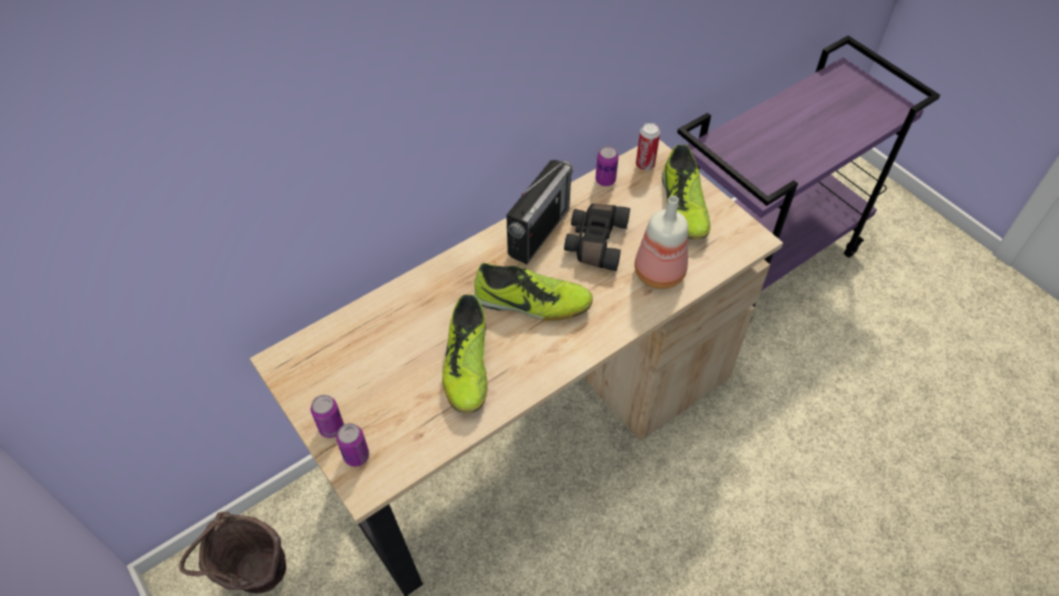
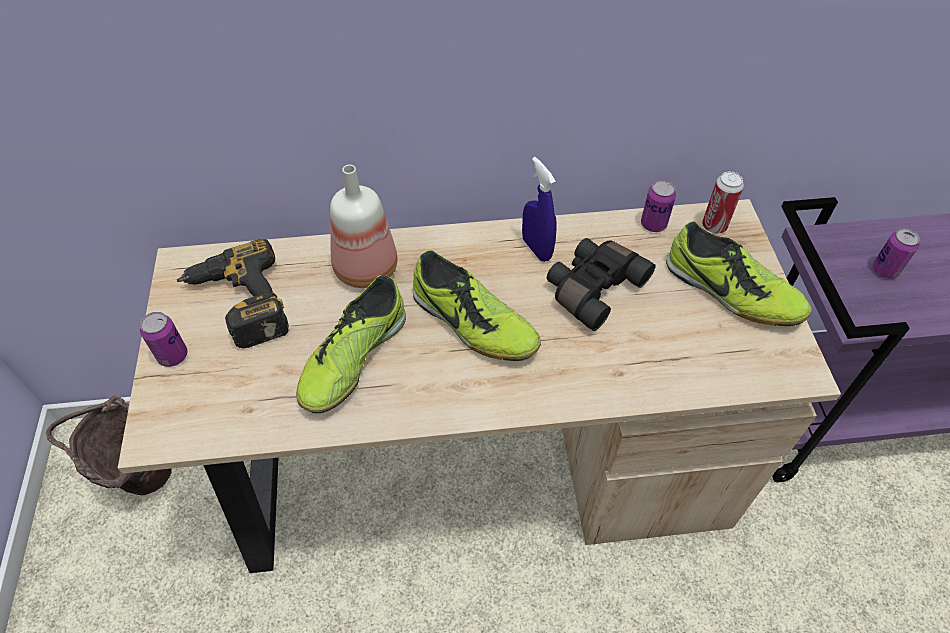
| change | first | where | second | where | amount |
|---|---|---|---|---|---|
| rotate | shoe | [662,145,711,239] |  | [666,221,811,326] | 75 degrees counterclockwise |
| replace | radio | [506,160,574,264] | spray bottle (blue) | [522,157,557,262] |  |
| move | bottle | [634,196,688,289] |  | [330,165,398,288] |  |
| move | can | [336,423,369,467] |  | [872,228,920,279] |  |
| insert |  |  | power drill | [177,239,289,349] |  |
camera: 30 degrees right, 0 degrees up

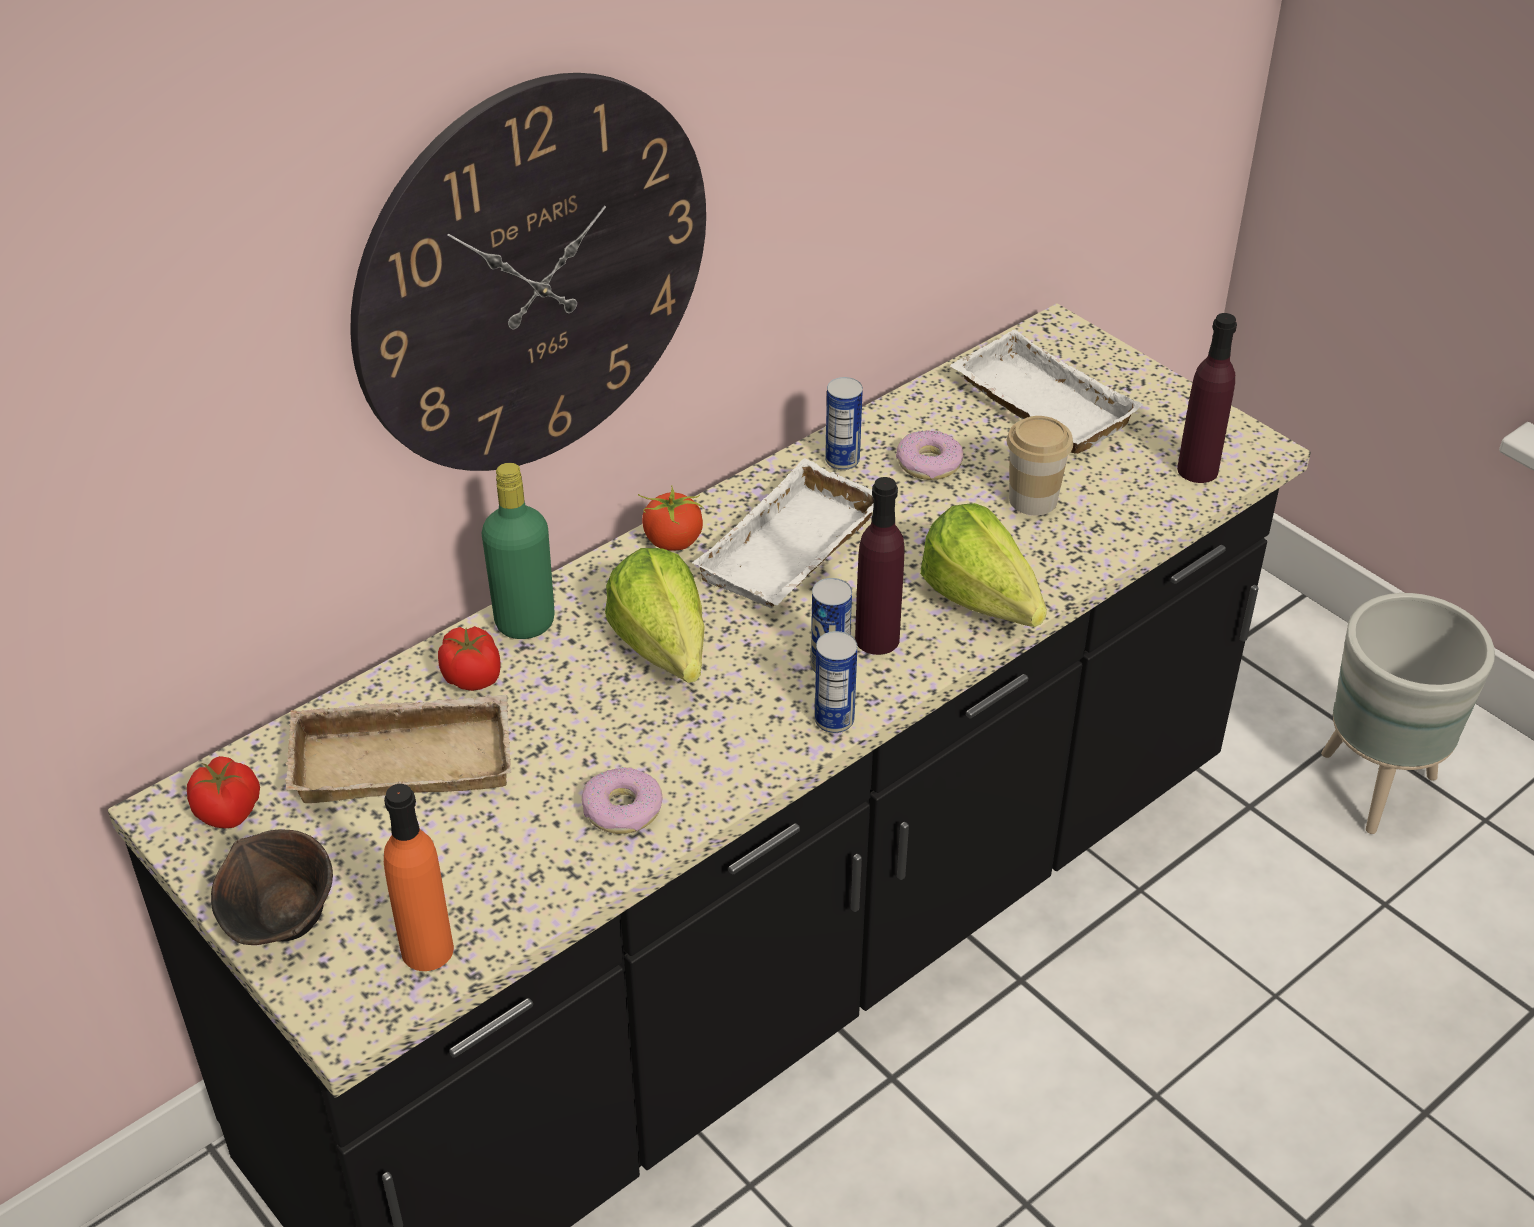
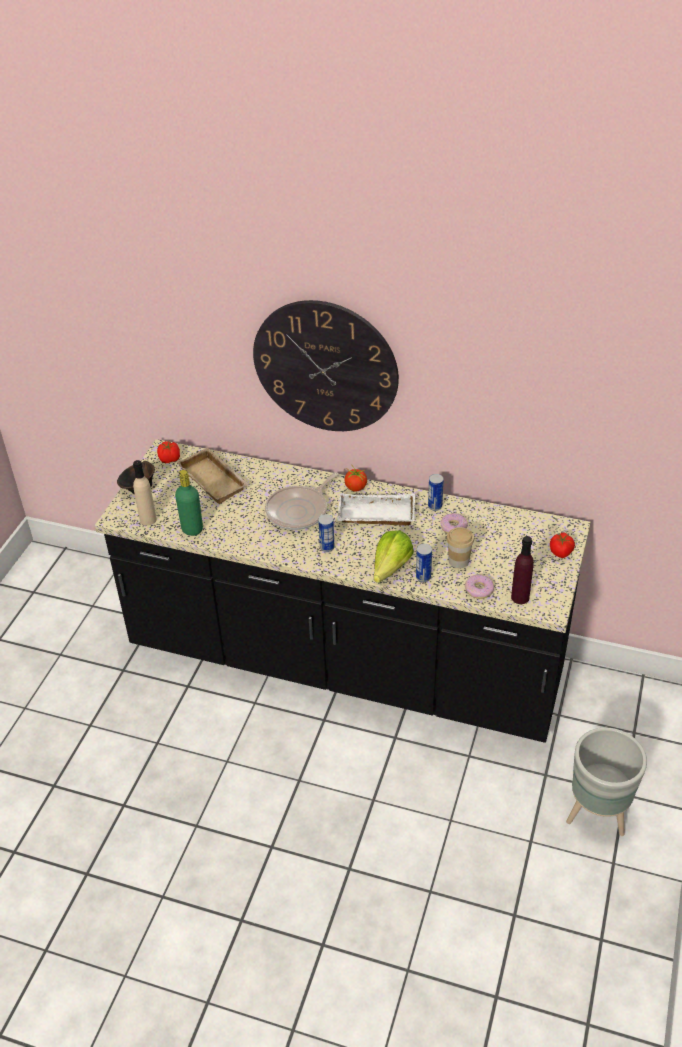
| change | first | where | second | where | amount |
|---|---|---|---|---|---|
| delete | tray (white) | [950,330,1143,454] |  |  |  |
| move | bottle (green) | [481,463,555,639] |  | [175,470,203,536] |  |
| delete | bottle (purple) | [855,477,905,655] |  |  |  |
| replace | lettuce | [605,548,705,683] | frying pan | [265,472,338,530] |  |
| move | tomato | [438,626,500,691] |  | [550,532,575,558] |  |
| move | can | [814,631,857,733] |  | [416,544,432,582] |  |
| move | donut | [582,767,663,834] |  | [465,574,494,599] |  |
| recolor | bottle (orange) | [384,784,454,971] | bottle (beige) | [133,460,157,526] |  |
camera: 60 degrees right, 0 degrees up

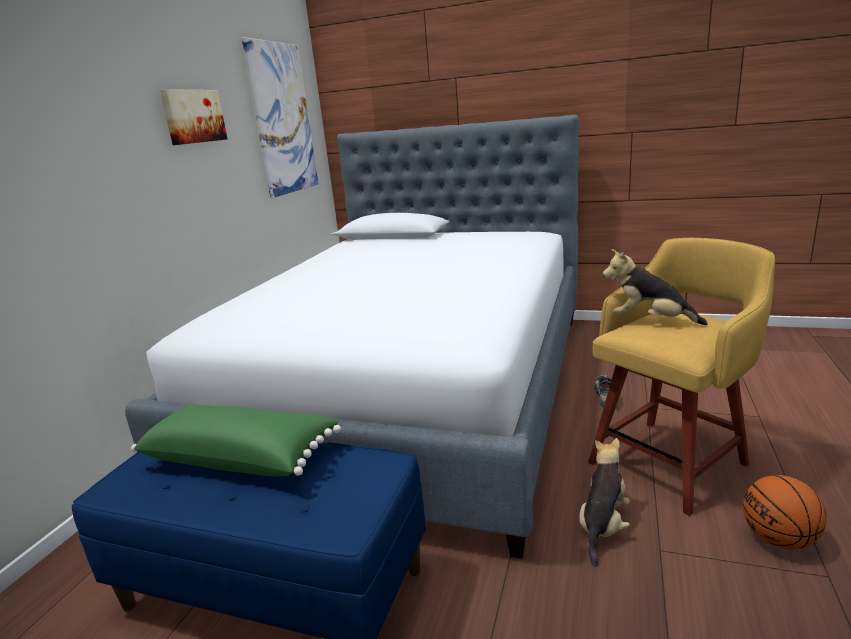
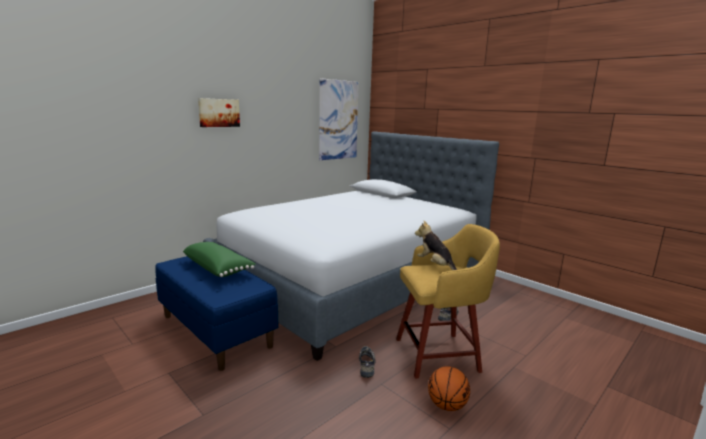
| change | first | where | second | where | amount |
|---|---|---|---|---|---|
| move | picture | [160,89,227,145] |  | [198,98,240,127] |  |
| replace | plush toy | [579,438,630,567] | shoe | [359,346,376,378] |  |
camera: 25 degrees right, 5 degrees down

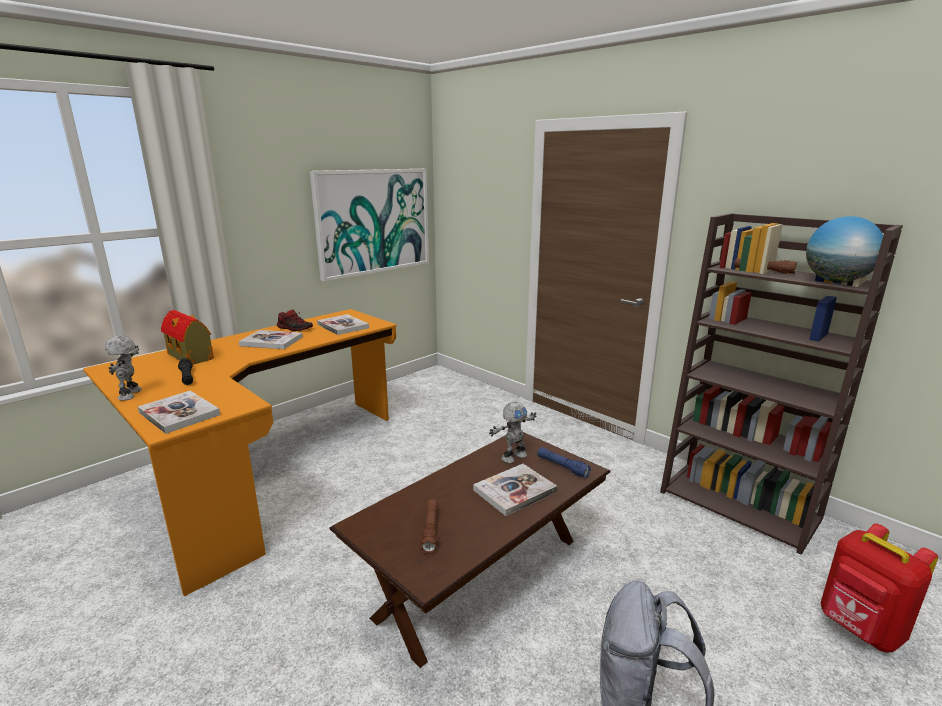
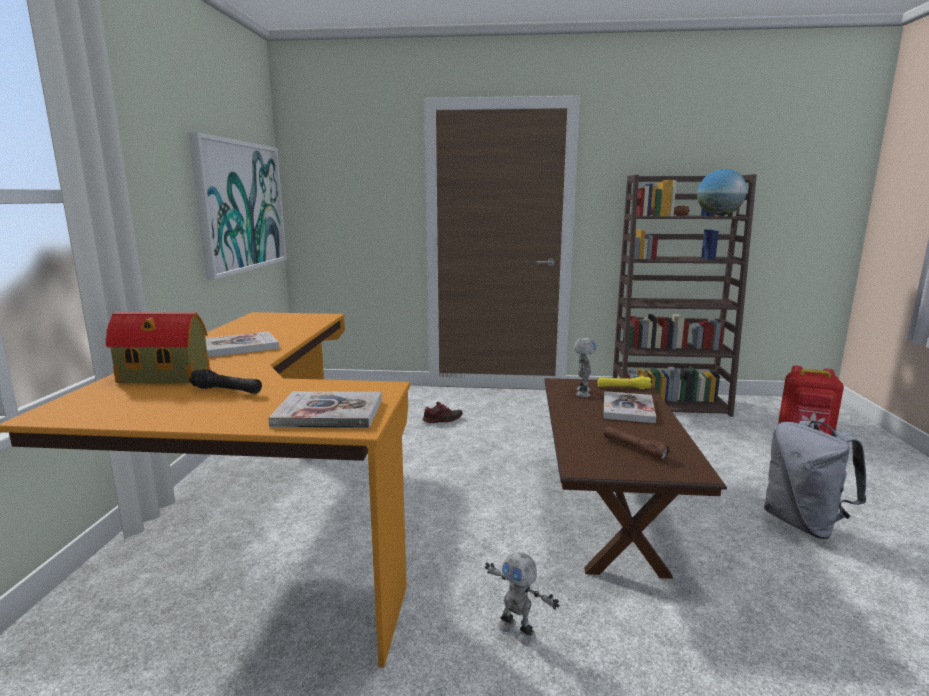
| change | first | where | second | where | amount |
|---|---|---|---|---|---|
| move | shoe | [277,309,313,331] |  | [422,402,462,423] |  |
| delete | book | [317,314,369,335] |  |  |  |
| move | toy robot | [105,335,142,401] |  | [485,552,560,644] |  |
| recolor | flashlight (blue) | [537,447,591,478] | flashlight (yellow) | [598,376,652,389] |  |
camera: 40 degrees left, 5 degrees down

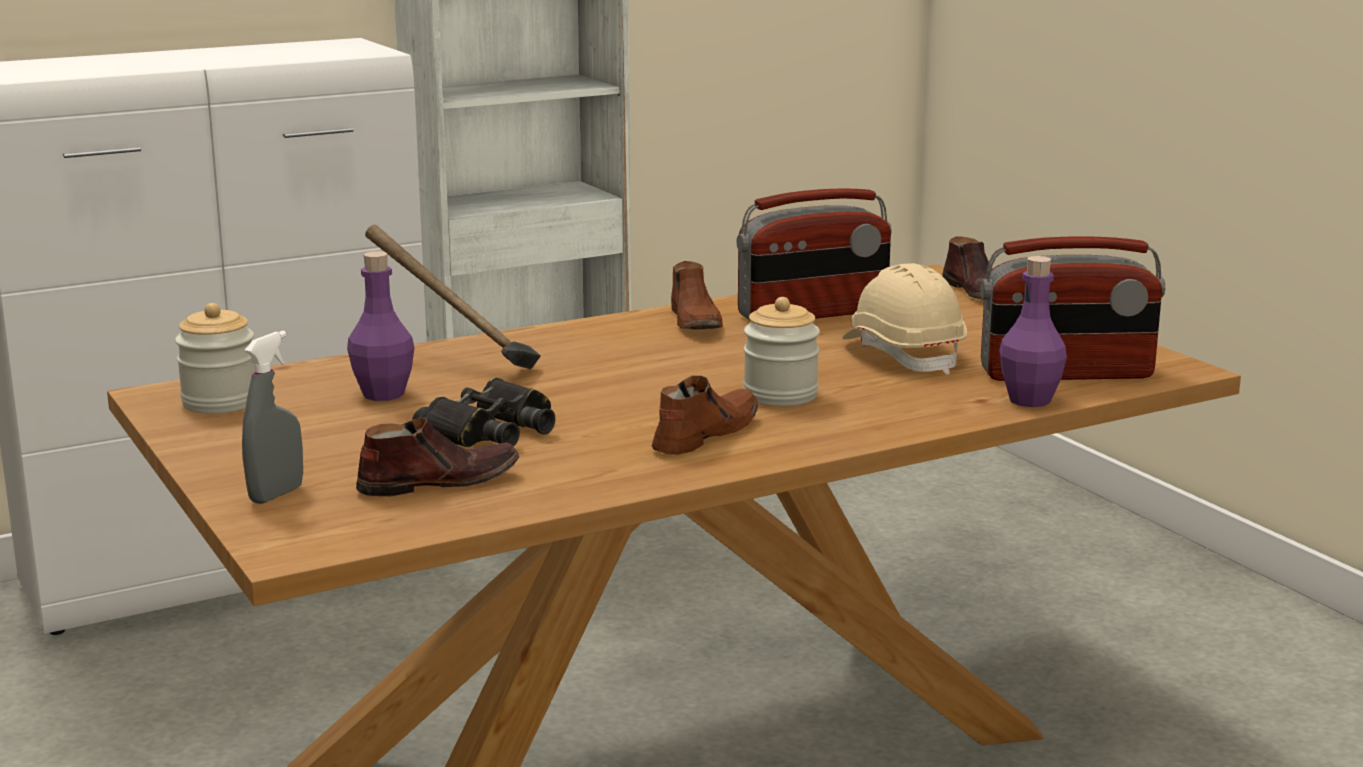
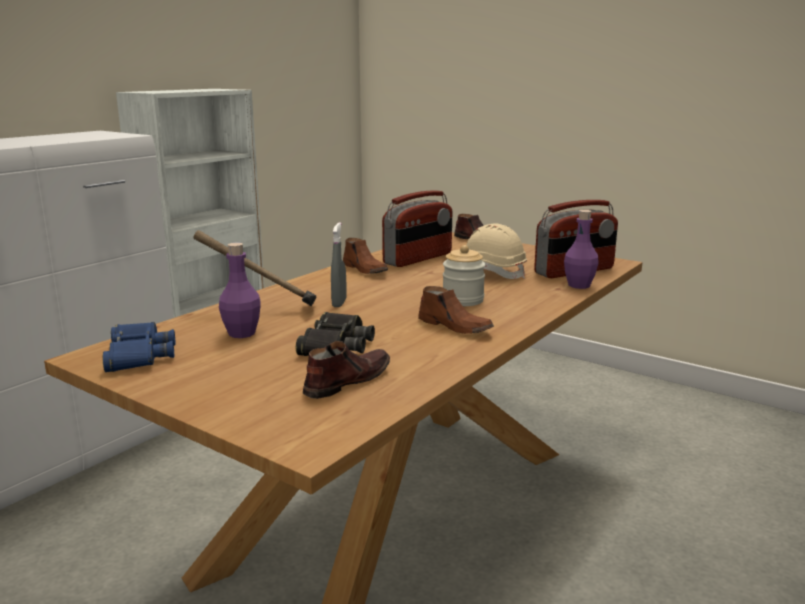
| change | first | where | second | where | amount |
|---|---|---|---|---|---|
| replace | jar | [175,303,255,414] | binoculars (blue) | [103,322,175,372] |  |
| move | spray bottle (grey) | [242,331,303,504] |  | [331,222,346,307] |  |
| rotate | shoe (brown) | [652,376,758,455] |  | [418,286,494,334] | 120 degrees clockwise |
camera: 25 degrees left, 0 degrees up

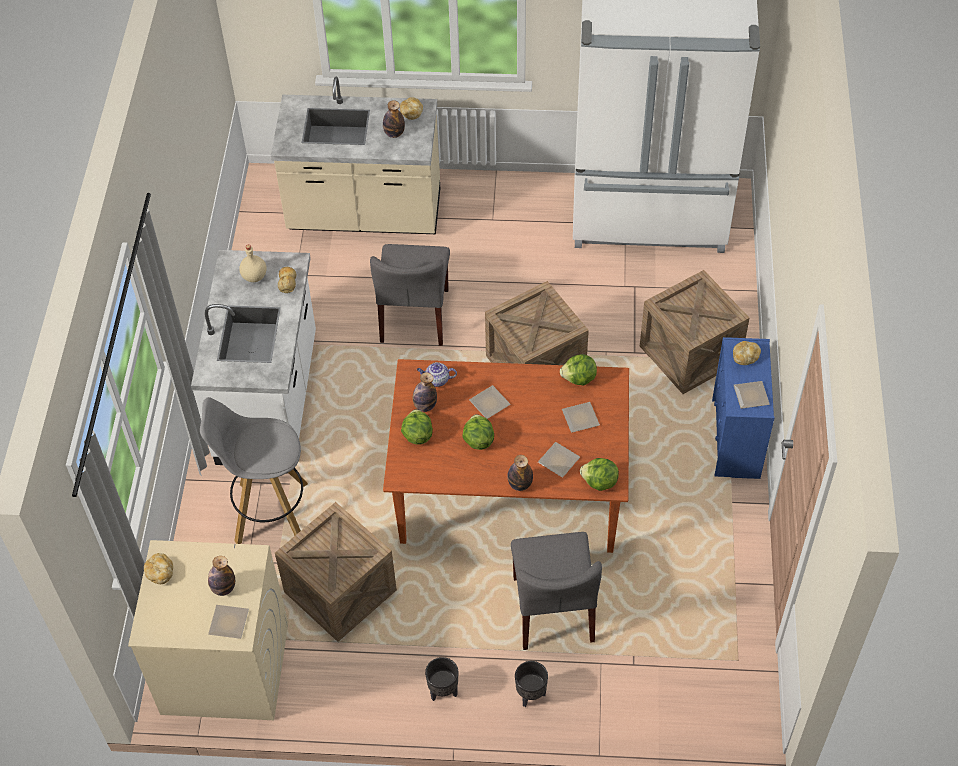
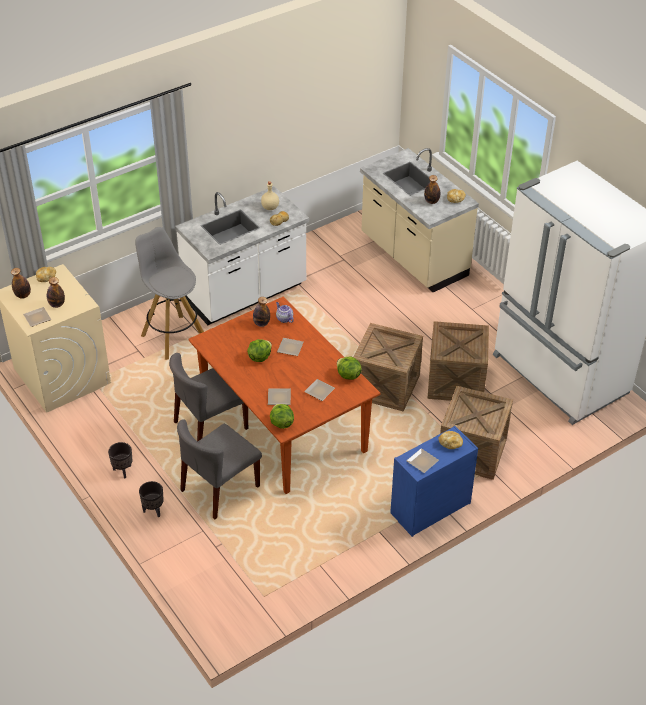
| change | first | where | second | where | amount |
|---|---|---|---|---|---|
| move | chair (grey) | [370,244,450,346] |  | [169,353,248,442] |  |
| delete | lettuce | [401,409,433,445] |  |  |  |
| move | bottle | [507,455,533,491] |  | [11,268,31,299] |  |
| move | crate | [275,502,397,642] |  | [427,321,489,401] |  |
camera: 50 degrees right, 10 degrees down

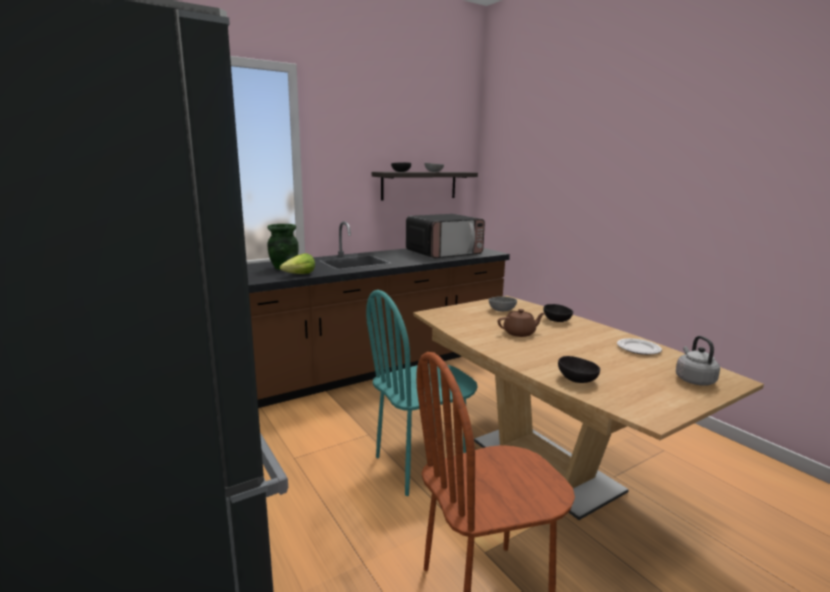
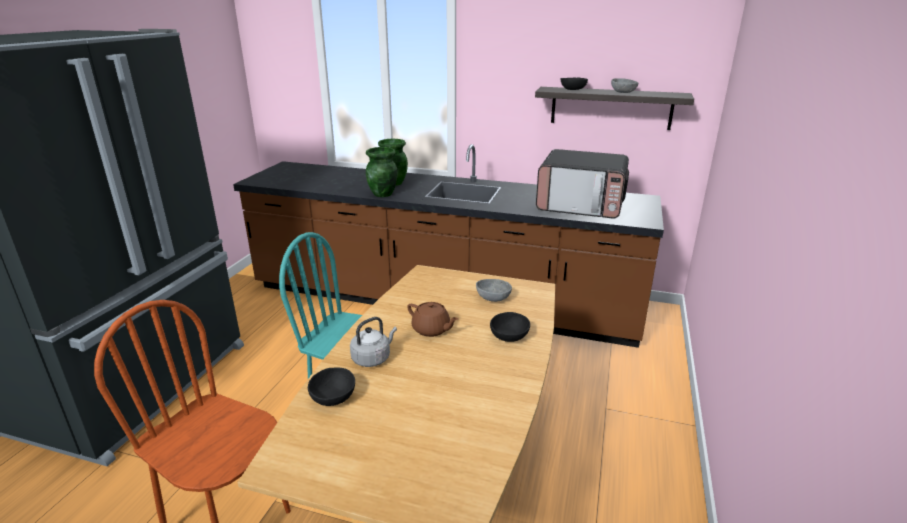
| change | first | where | second | where | amount |
|---|---|---|---|---|---|
| replace | lettuce | [280,253,315,274] | vase (green) | [366,147,398,197] |  |
| move | kettle (grey) | [676,336,720,386] |  | [350,317,397,367] |  |
| delete | plate | [617,338,662,355] |  |  |  |
camera: 50 degrees right, 10 degrees up

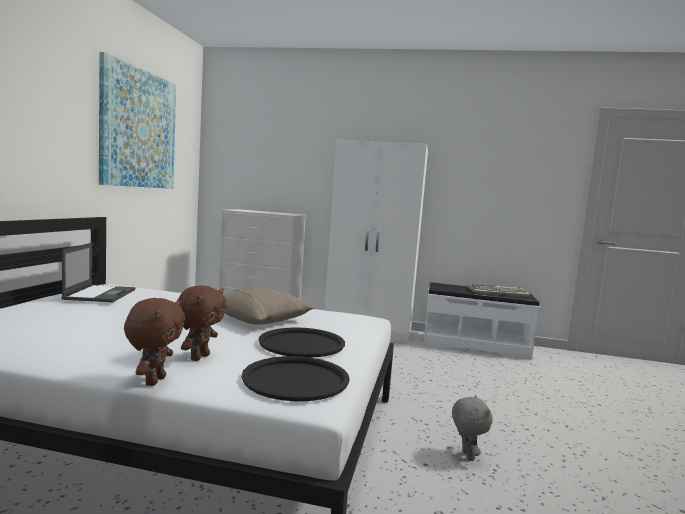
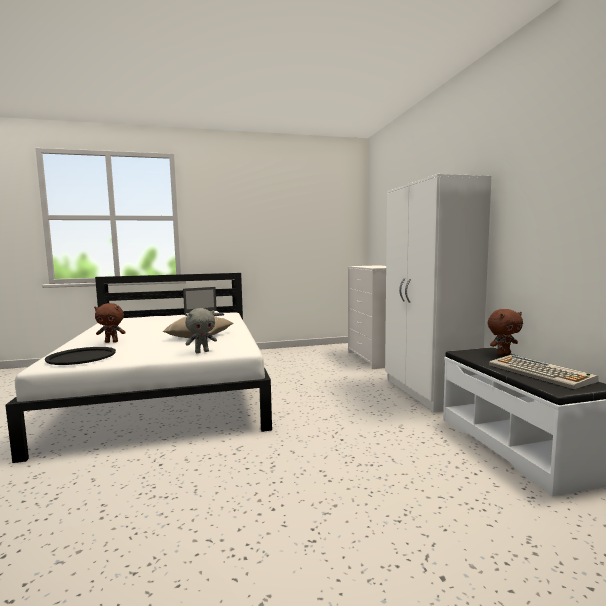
| change | first | where | second | where | amount |
|---|---|---|---|---|---|
| delete | picture | [99,52,176,189] |  |  |  |
| move | plush toy (brown) | [124,298,185,386] |  | [488,309,523,355] |  |
| delete | tray (black) | [259,327,345,358] |  |  |  |
| move | plush toy (grey) | [452,395,493,461] |  | [185,308,217,353] |  |
camera: 65 degrees right, 0 degrees up

